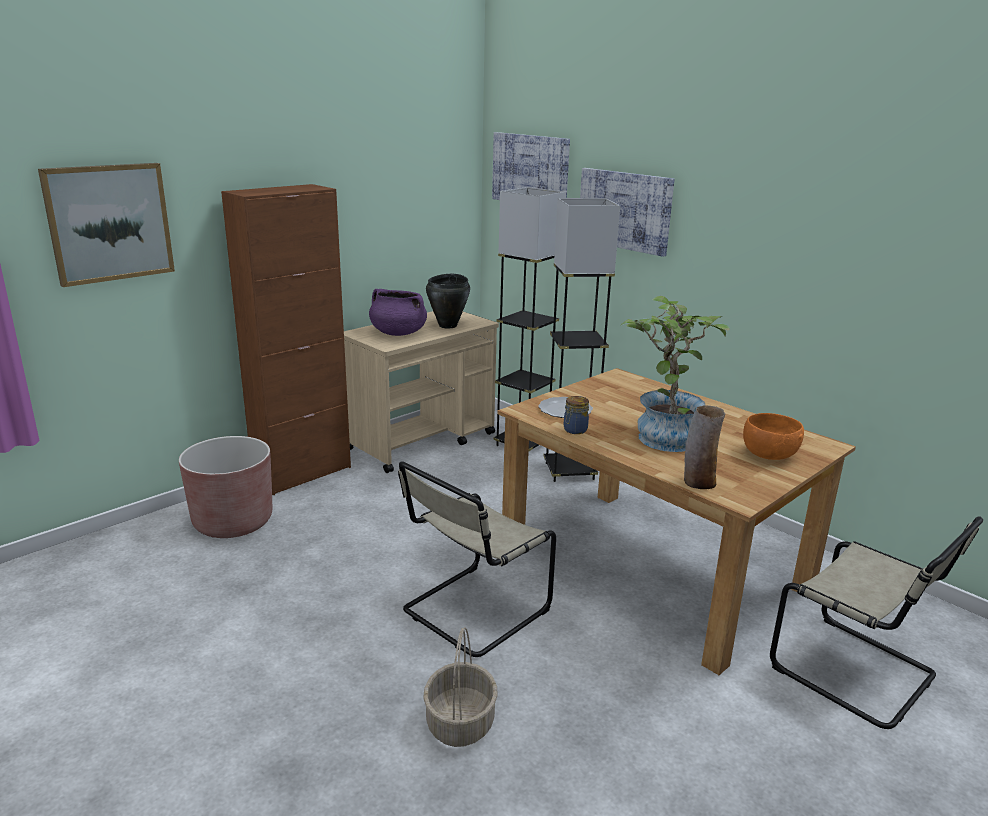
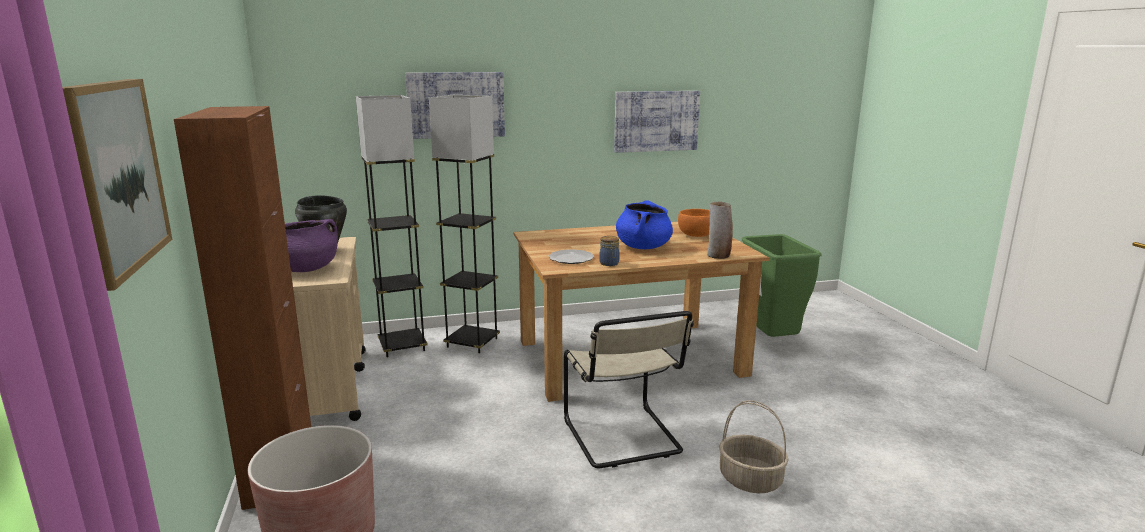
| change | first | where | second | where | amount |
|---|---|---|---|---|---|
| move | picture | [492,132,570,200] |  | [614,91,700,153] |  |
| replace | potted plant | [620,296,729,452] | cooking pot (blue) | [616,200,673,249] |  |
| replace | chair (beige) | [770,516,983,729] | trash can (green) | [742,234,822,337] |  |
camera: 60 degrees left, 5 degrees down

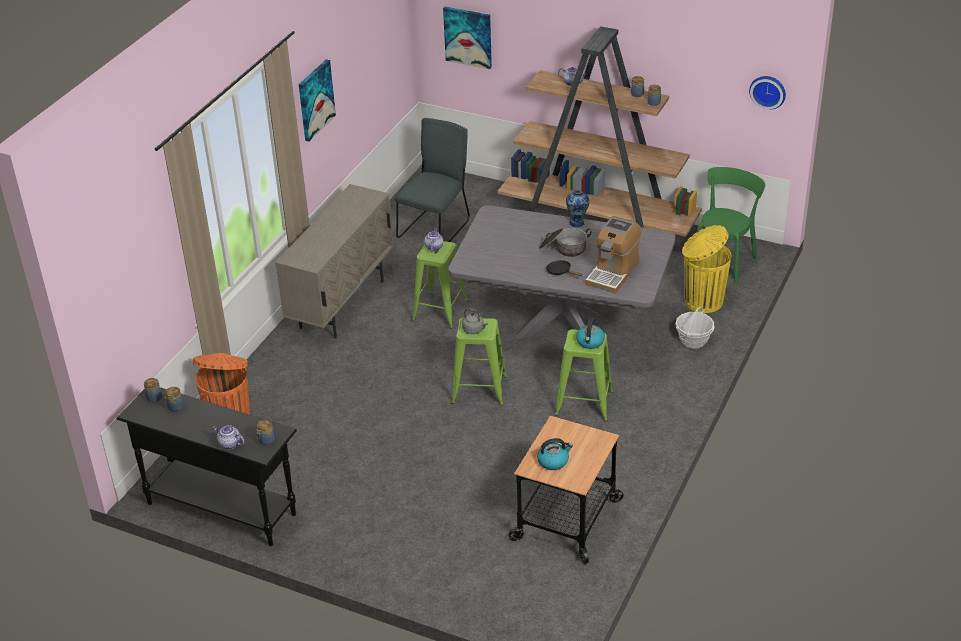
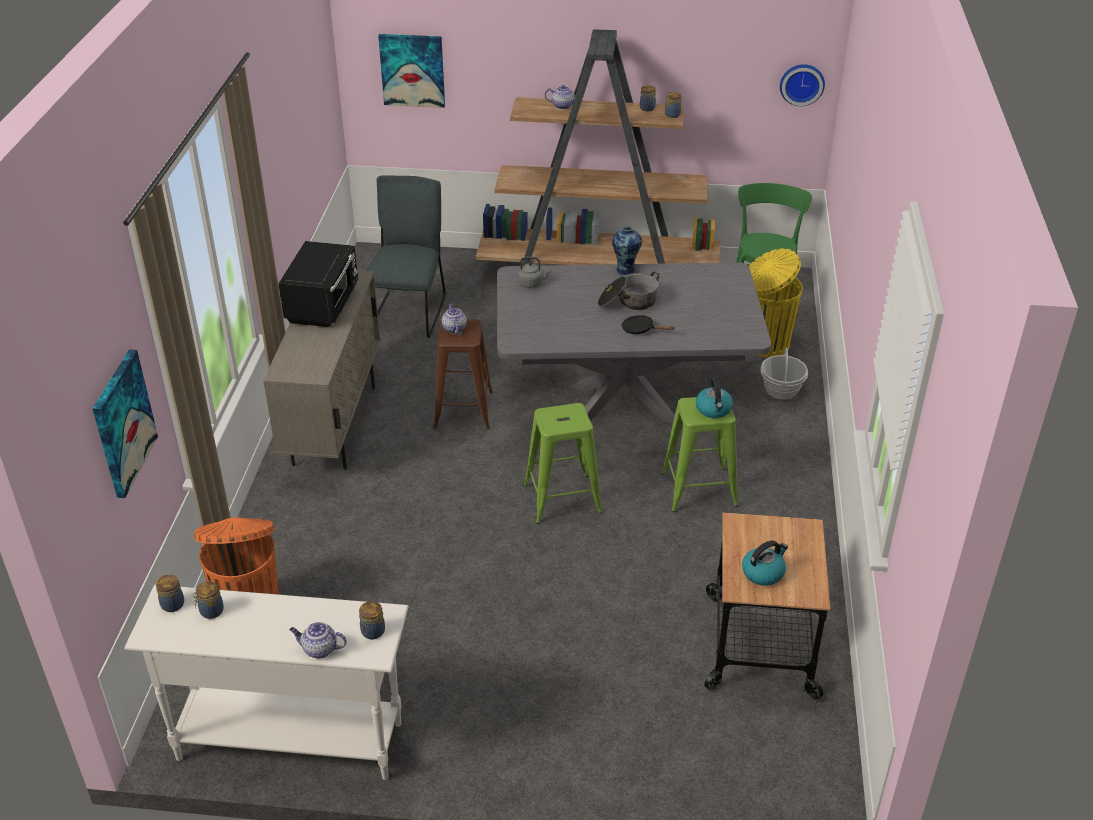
| change | first | where | second | where | amount |
|---|---|---|---|---|---|
| move | picture | [299,59,336,142] |  | [92,349,158,498] |  |
| delete | coffee machine | [585,216,641,294] |  |  |  |
| recolor | stool (green) | [412,241,469,328] | stool (brown) | [433,319,493,429] |  |
| move | kettle (grey) | [462,308,488,334] |  | [517,256,550,288] |  |
| recolor | console table (black) | [116,387,297,546] | console table (white) | [124,585,408,780] |  |
| insert |  |  | microwave (black) | [278,241,358,327] |  |
camera: 20 degrees left, 0 degrees up

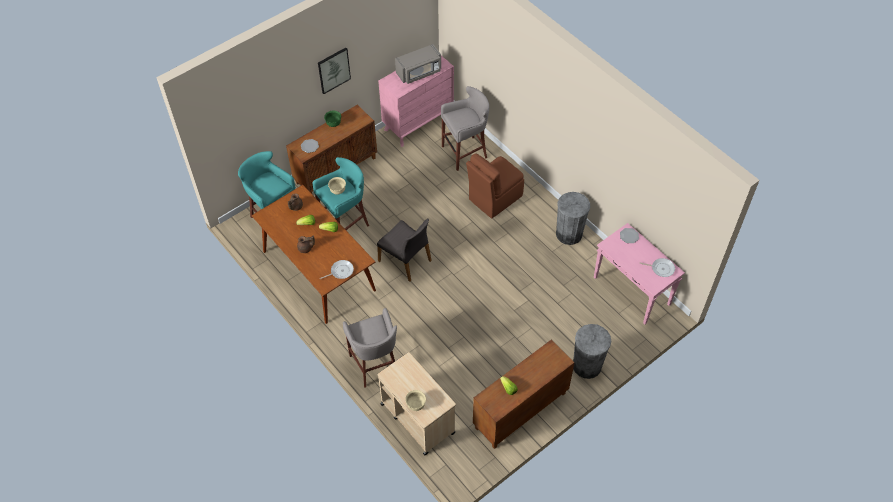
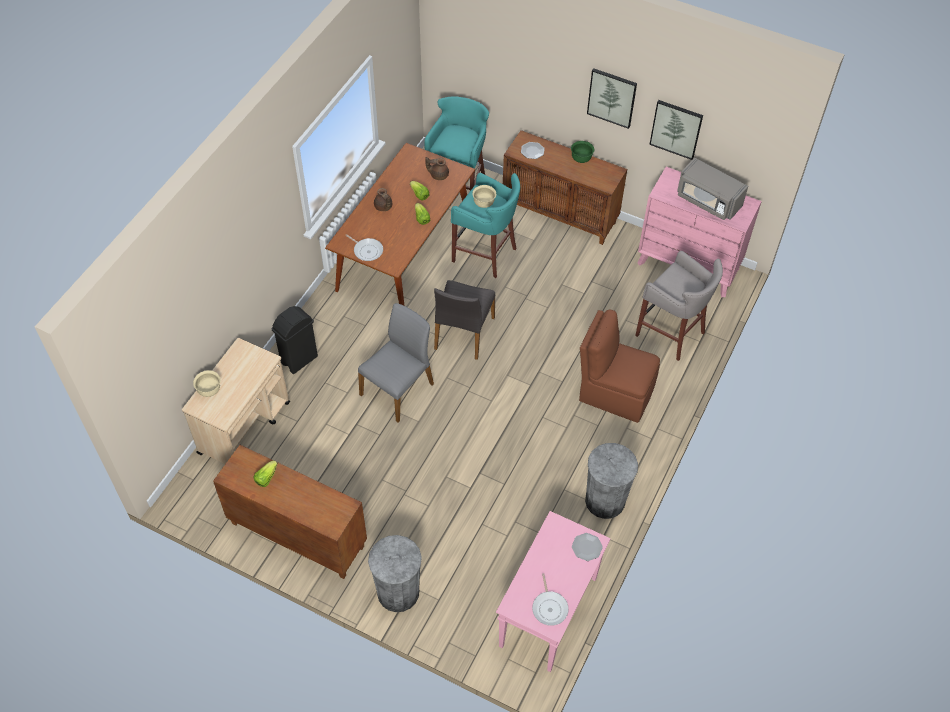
| change | first | where | second | where | amount |
|---|---|---|---|---|---|
| replace | stool (grey) | [343,308,397,388] | trash can (black) | [271,306,318,374] |  |
| insert |  |  | picture | [649,100,703,160] |  |
| insert |  |  | chair (grey) | [358,303,434,423] |  |
camera: 65 degrees right, 0 degrees up

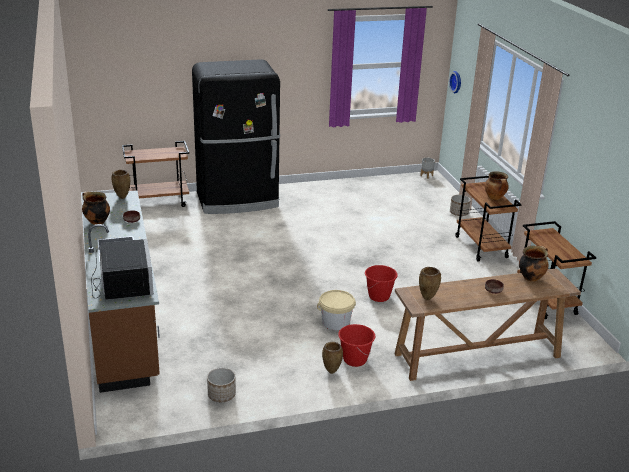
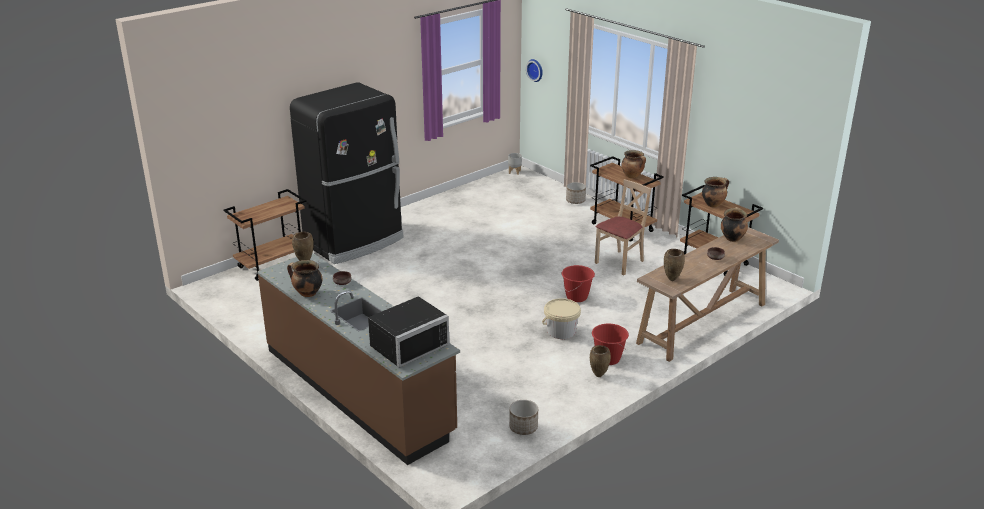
| change | first | where | second | where | amount |
|---|---|---|---|---|---|
| rotate | microwave (black) | [91,239,154,300] |  | [368,296,449,368] | 90 degrees clockwise |
| insert |  |  | cooking pot | [702,177,729,207] |  |
| insert |  |  | chair (beige) | [595,179,652,275] |  |
camera: 25 degrees left, 0 degrees up

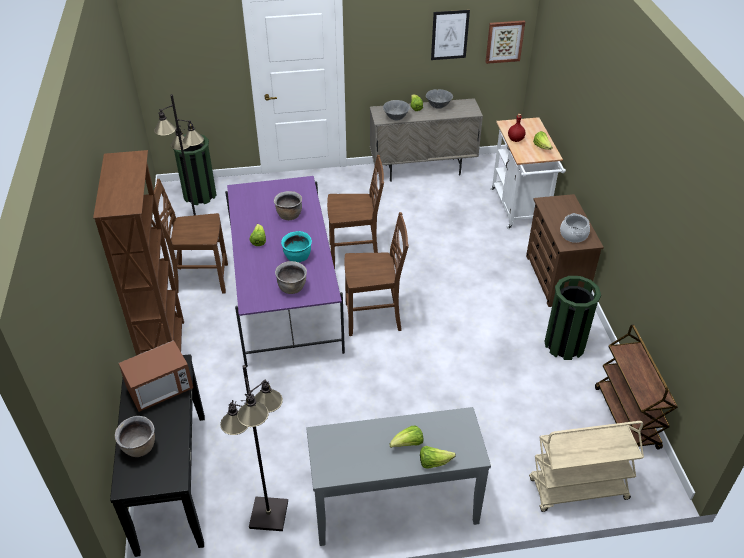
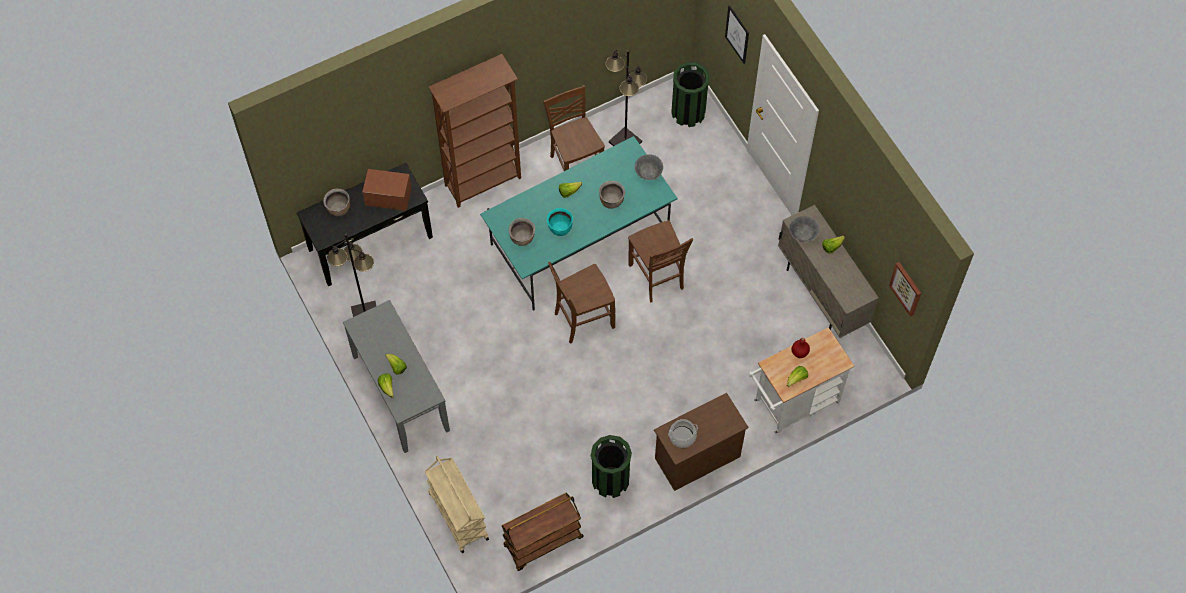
| change | first | where | second | where | amount |
|---|---|---|---|---|---|
| move | picture | [431,10,470,60] |  | [725,5,749,64] |  |
| move | bowl (grey) | [426,89,453,109] |  | [635,154,663,180] |  |
| recolor | dining table (purple) | [225,176,345,367] | dining table (turquoise) | [480,136,678,310] |  |
| rotate | chair (brown) | [345,212,409,336] |  | [548,262,615,344] | 90 degrees clockwise |
| rotate | microwave | [119,340,193,412] |  | [362,169,412,211] | 150 degrees clockwise |
camera: 70 degrees right, 20 degrees up

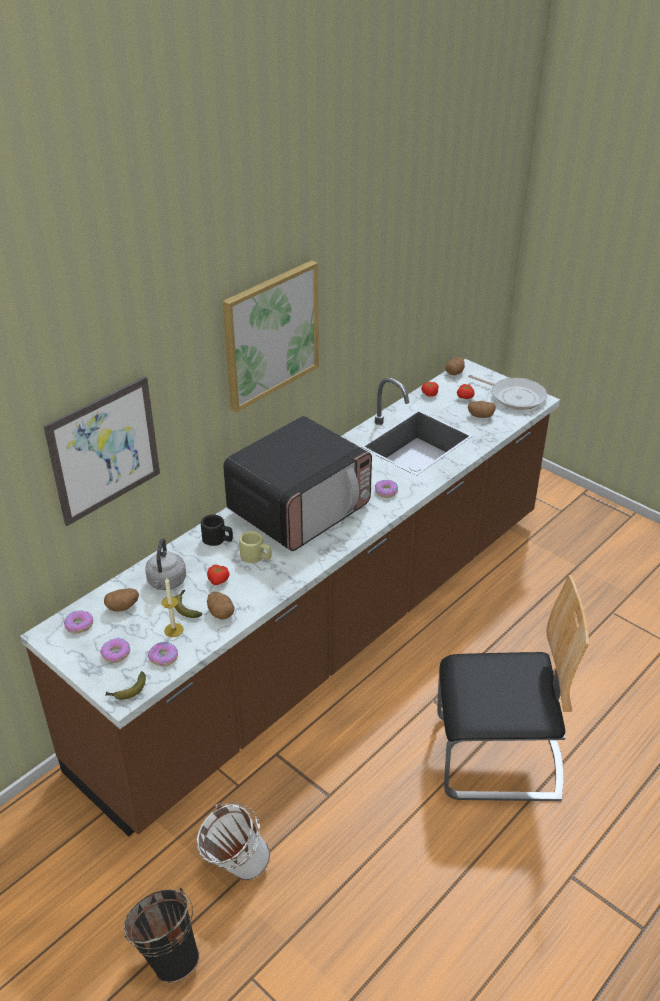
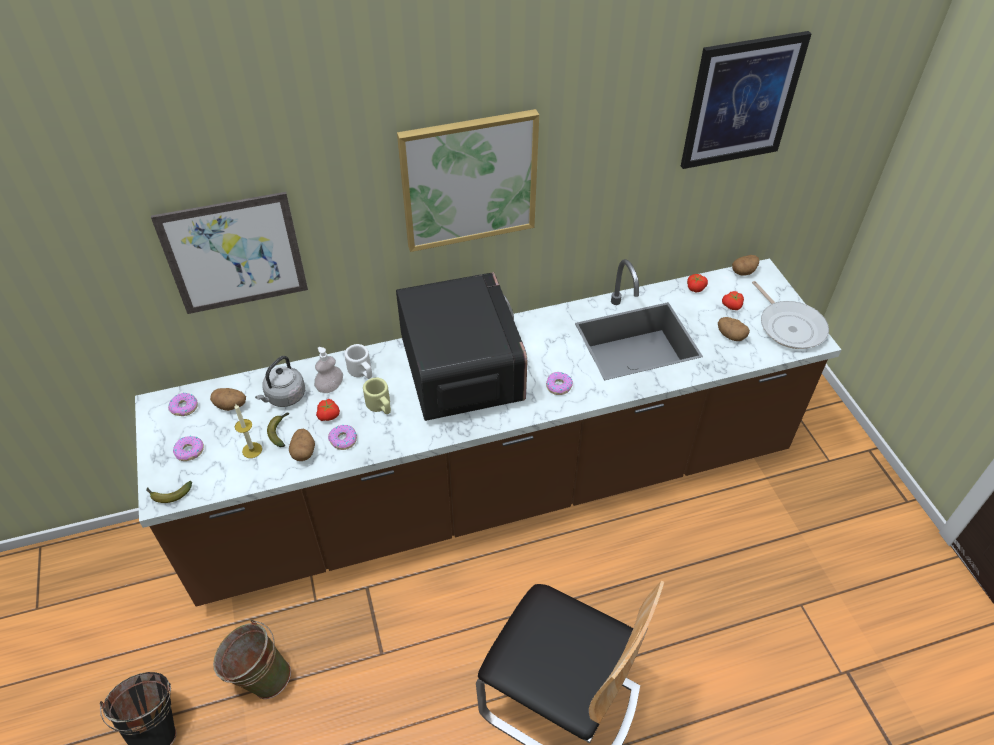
| change | first | where | second | where | amount |
|---|---|---|---|---|---|
| rotate | microwave | [223,416,372,551] |  | [396,272,527,421] | 90 degrees counterclockwise |
| recolor | mug (black) | [201,514,233,546] | mug (white) | [344,344,372,379] |  |
| move | donut | [148,642,178,666] |  | [328,425,357,450] |  |
| recolor | bucket (white) | [197,802,270,880] | bucket (green) | [213,620,291,699] |  |
| insert |  |  | picture | [681,31,811,169] |  |
| insert |  |  | soap dispenser | [314,347,343,393] |  |
camera: 30 degrees right, 10 degrees up

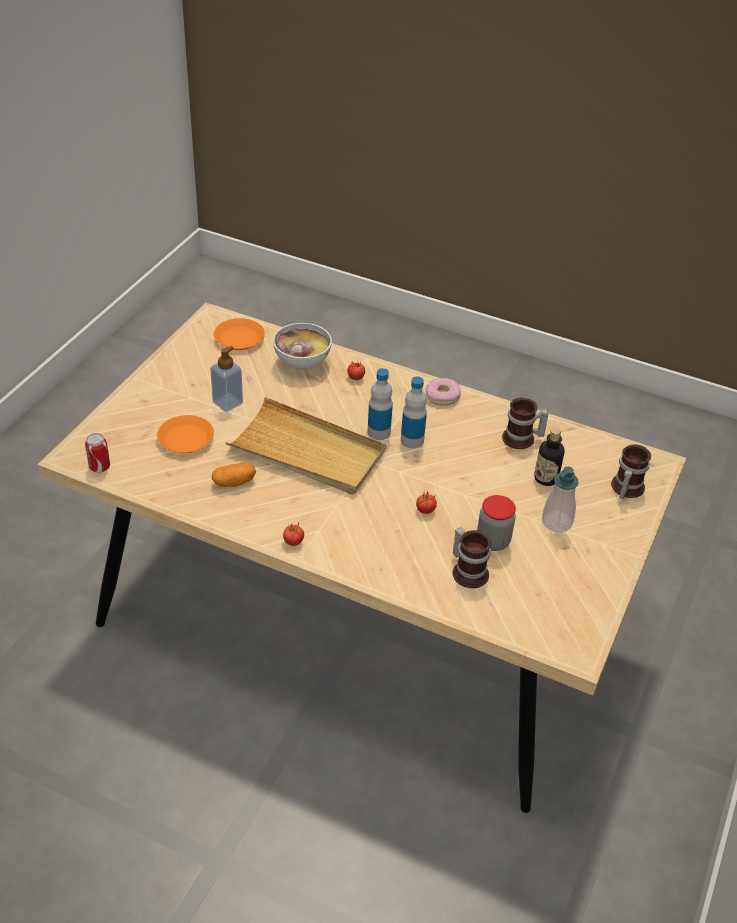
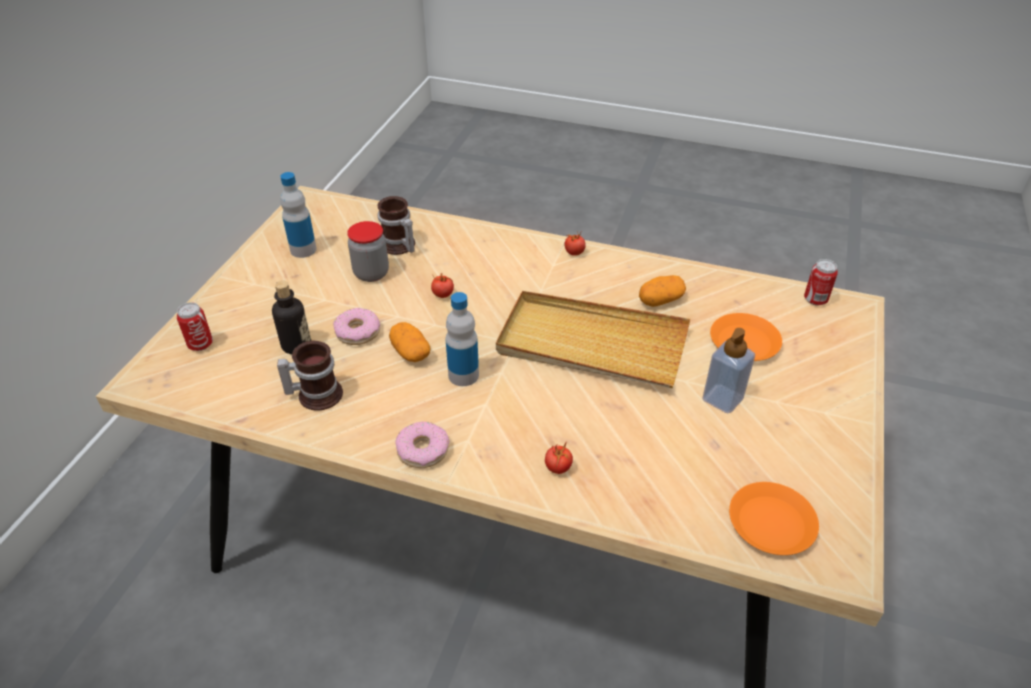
| change | first | where | second | where | amount |
|---|---|---|---|---|---|
| delete | bowl | [273,323,332,369] |  |  |  |
| move | bottle | [367,368,393,440] |  | [280,172,317,258] |  |
| replace | mug | [611,444,651,499] | can | [177,302,213,351] |  |
| delete | soap dispenser | [542,466,579,533] |  |  |  |
| insert |  |  | donut | [333,308,380,345] |  |
| insert |  |  | potato | [389,322,431,362] |  |
camera: 175 degrees right, 0 degrees up

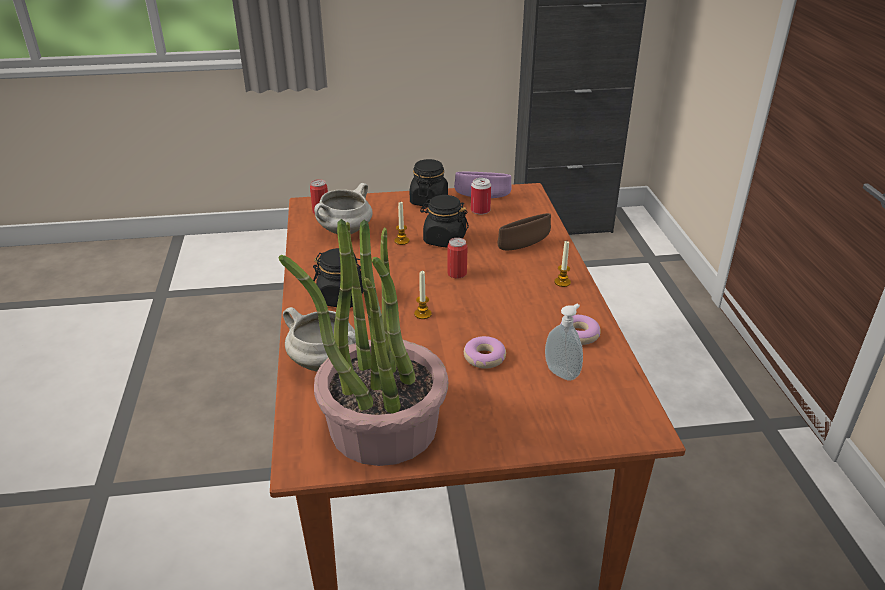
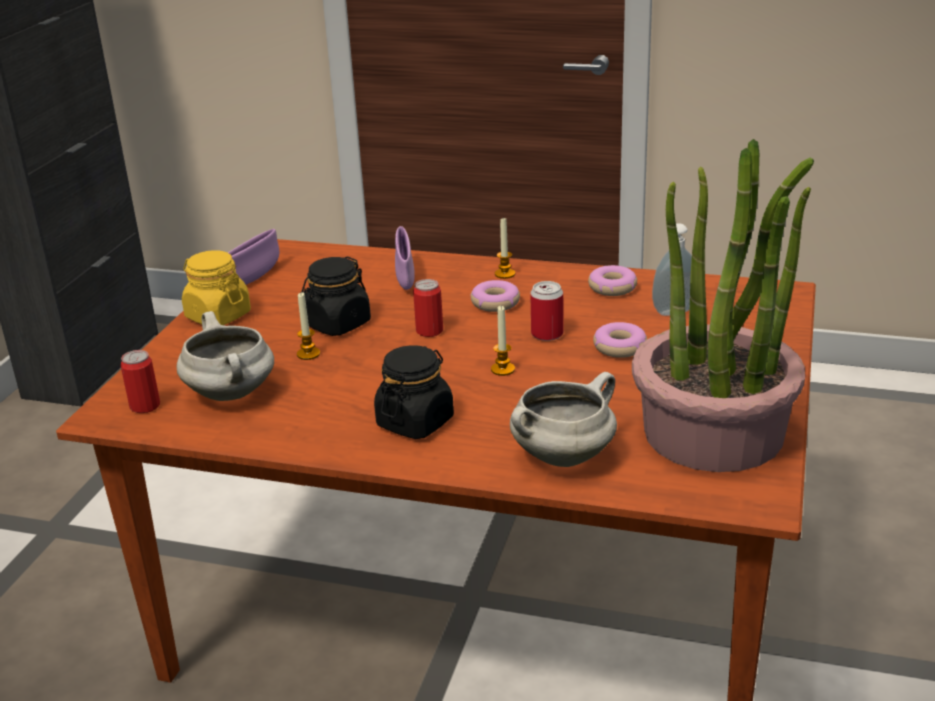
| change | first | where | second | where | amount |
|---|---|---|---|---|---|
| recolor | jar (black) | [410,159,448,207] | jar (yellow) | [182,250,251,325] |  |
| move | can | [471,178,491,215] |  | [530,281,563,341] |  |
| recolor | bowl (brown) | [497,213,551,250] | bowl (purple) | [395,226,415,290] |  |
| insert |  |  | donut | [470,280,520,312] |  |
camera: 65 degrees left, 5 degrees down

